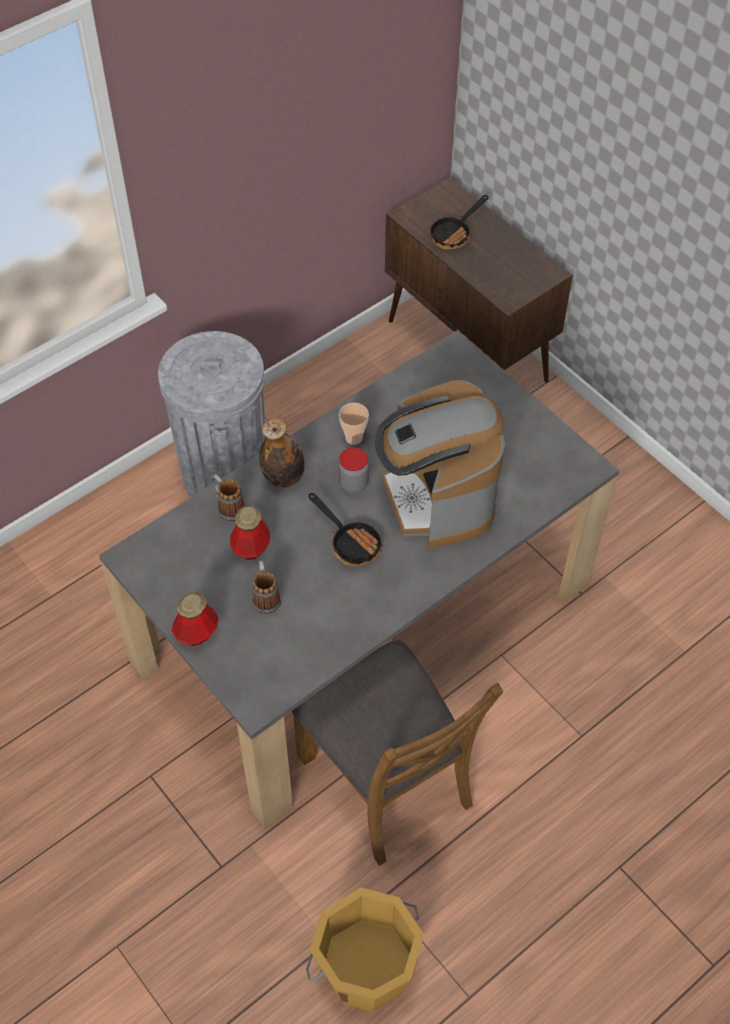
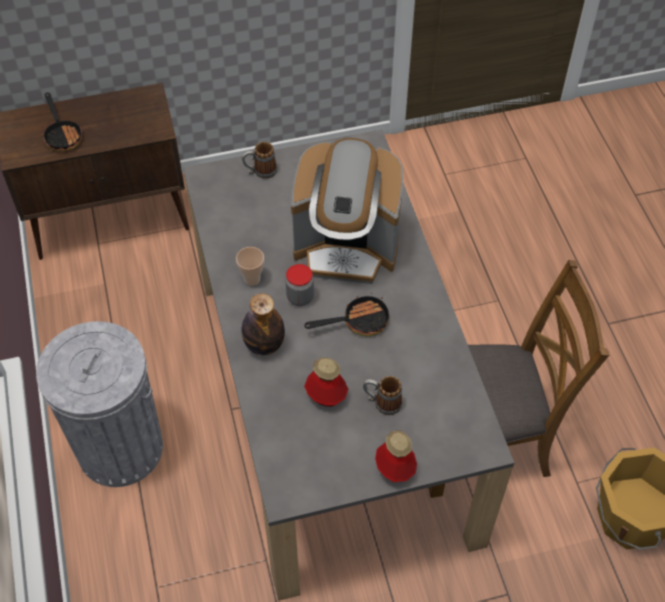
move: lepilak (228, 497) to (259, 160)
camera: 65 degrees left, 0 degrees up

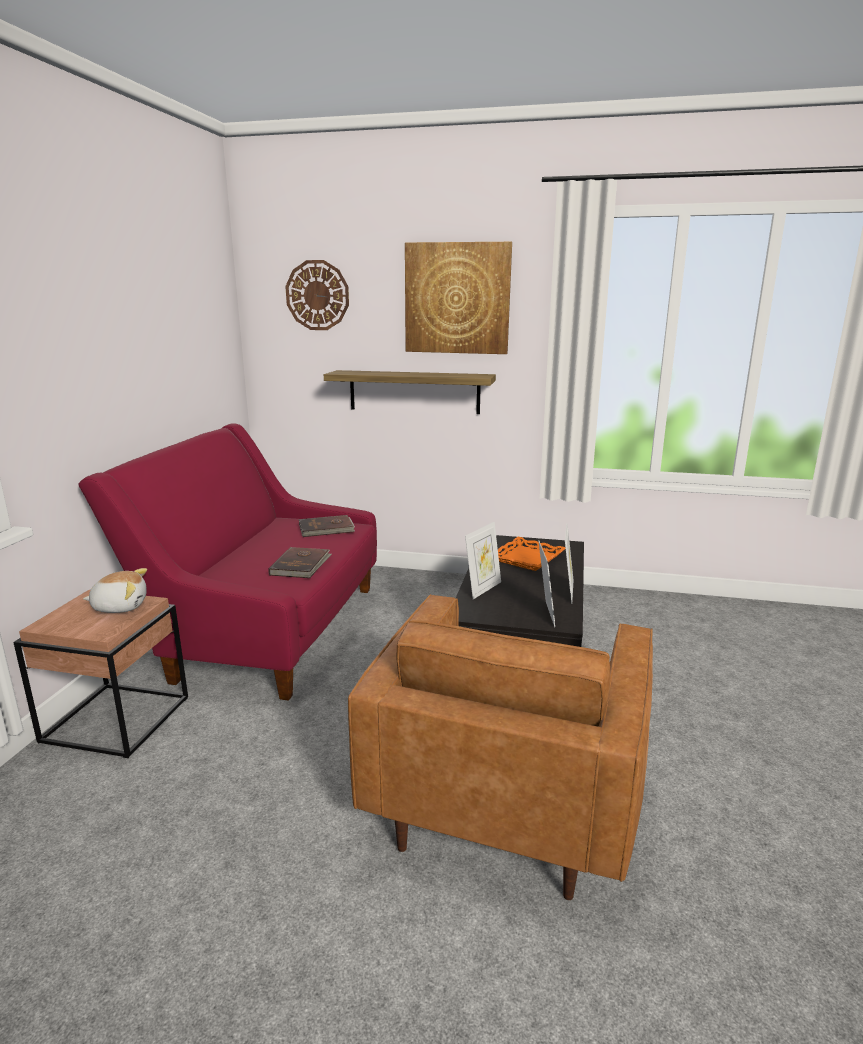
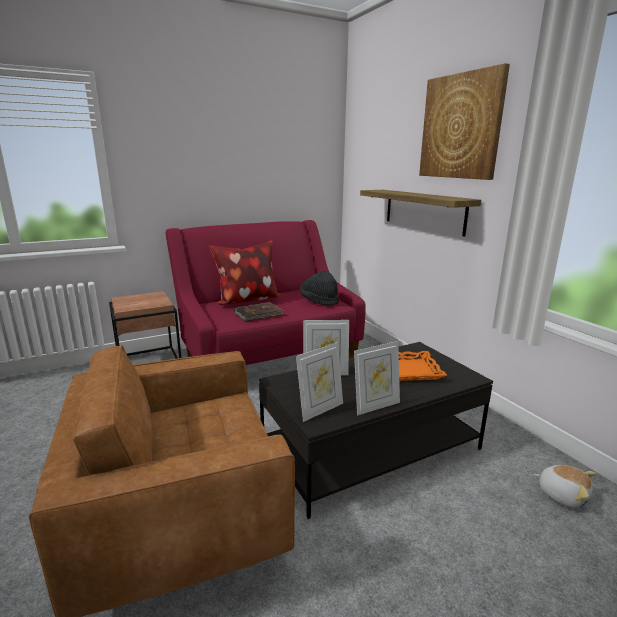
delete: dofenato (317, 295)
insert: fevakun (245, 272)
move: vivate (115, 590) to (564, 487)
replace: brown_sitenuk (327, 526) to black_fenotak (319, 288)
camera: 50 degrees right, 0 degrees up

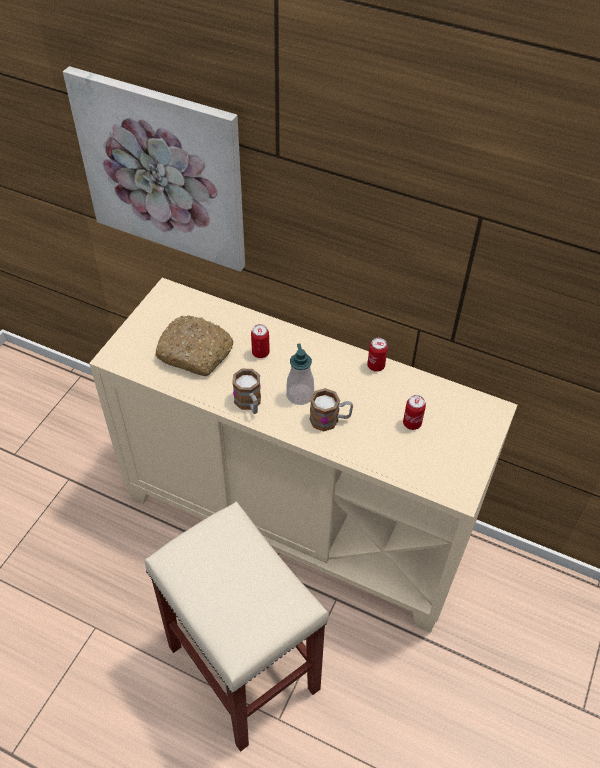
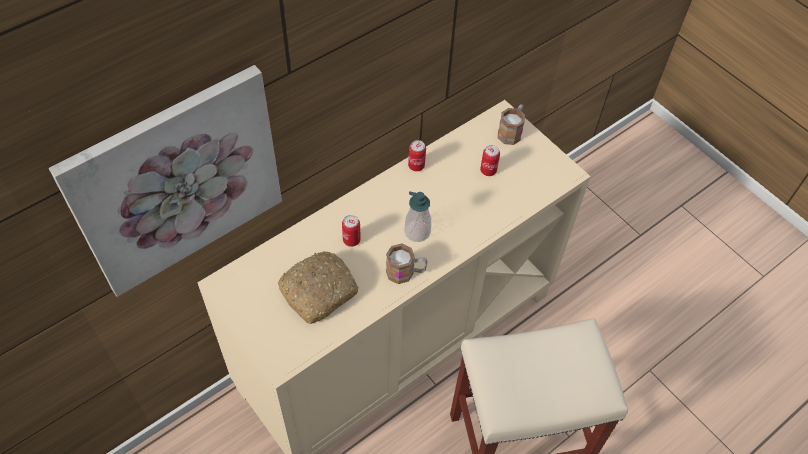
move: lepilak (331, 410) to (511, 124)
camera: 65 degrees left, 5 degrees up

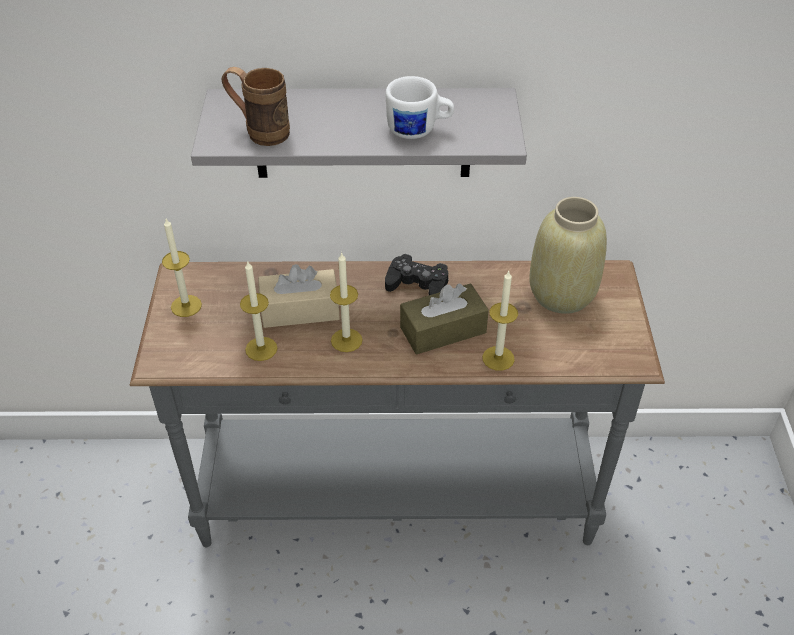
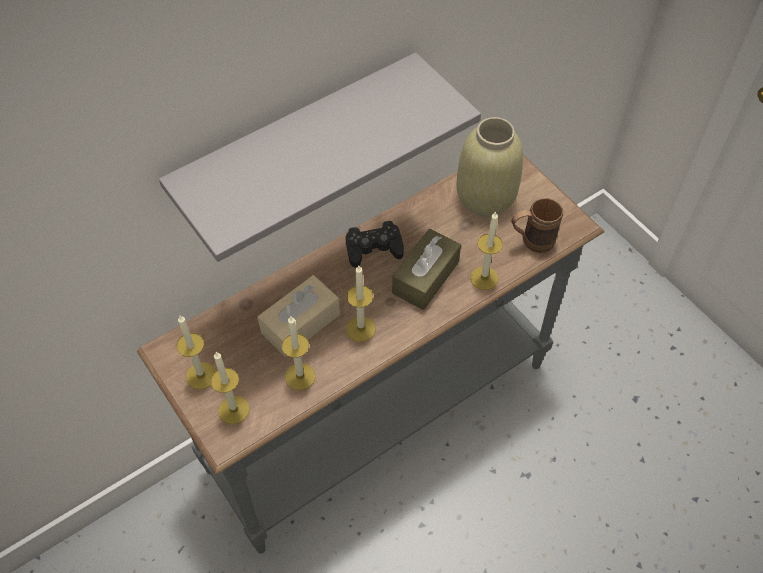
delete: white_lepilak (420, 107)
insert: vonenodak (230, 388)
move: brown_lepilak (255, 106) to (537, 225)
camera: 35 degrees left, 10 degrees up

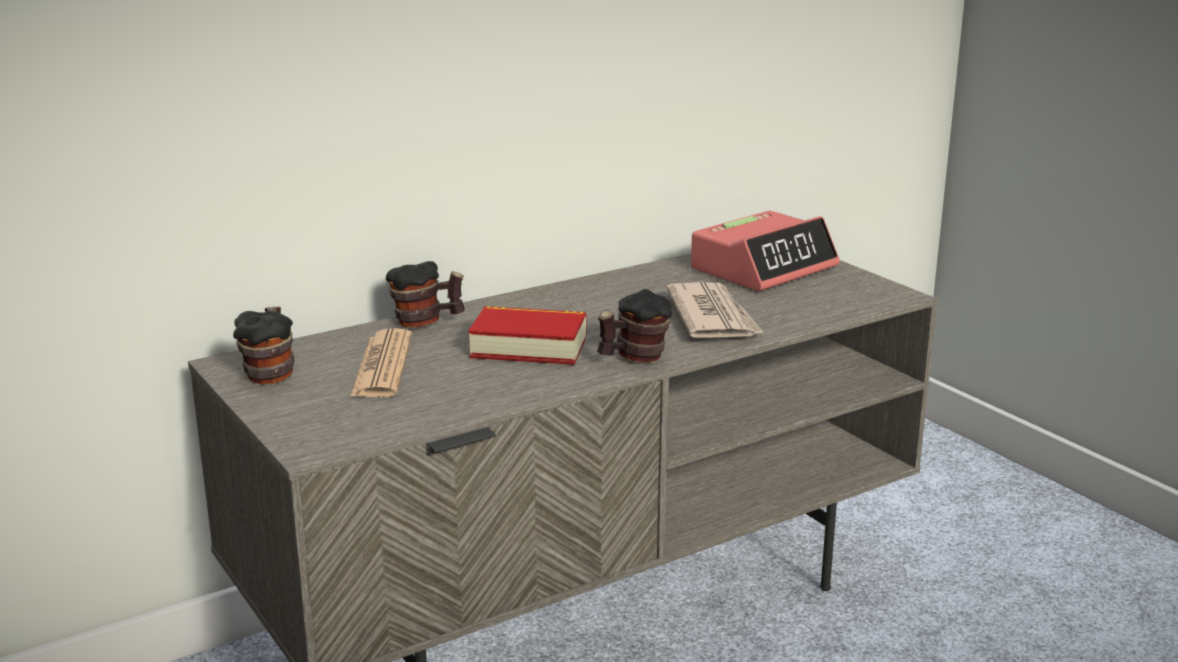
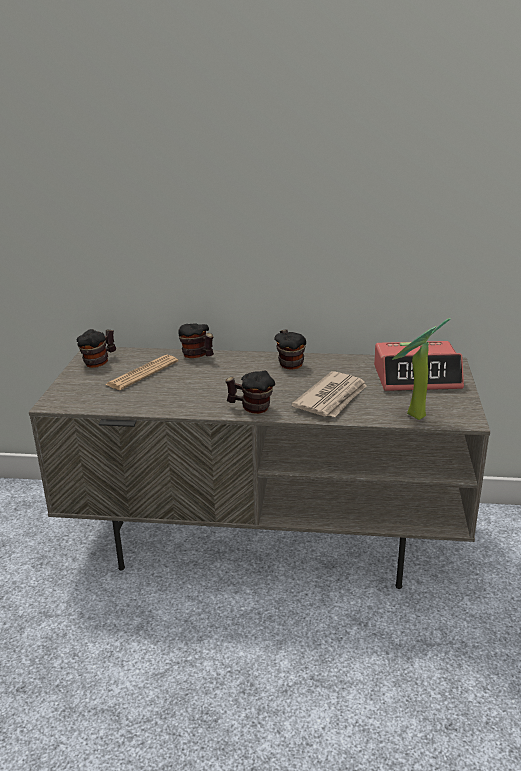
delete: sitenuk (527, 335)
insert: lepilak (290, 349); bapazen (421, 369)
camera: 40 degrees right, 5 degrees up

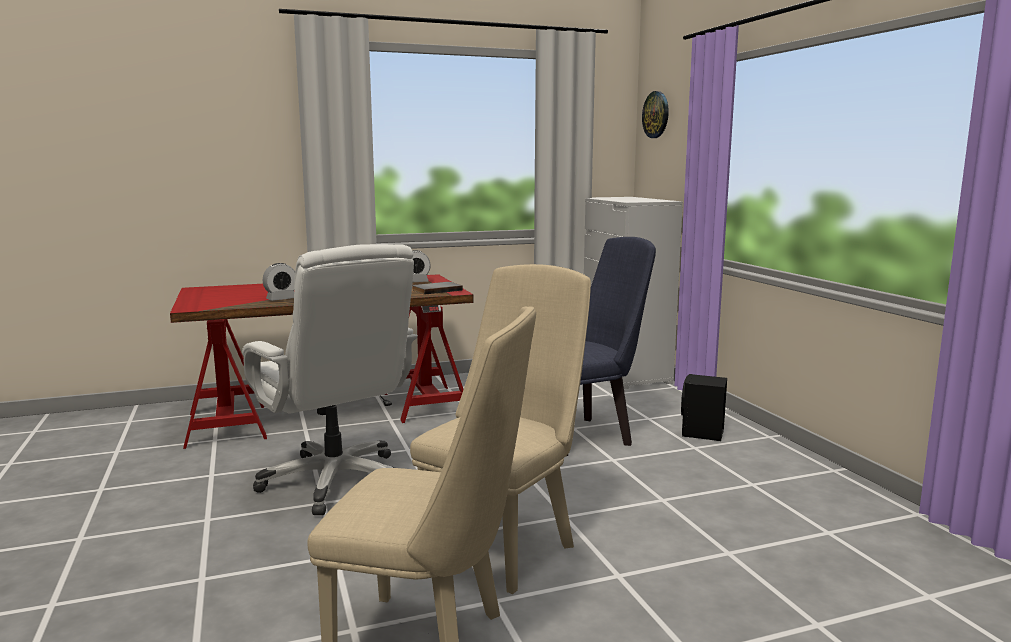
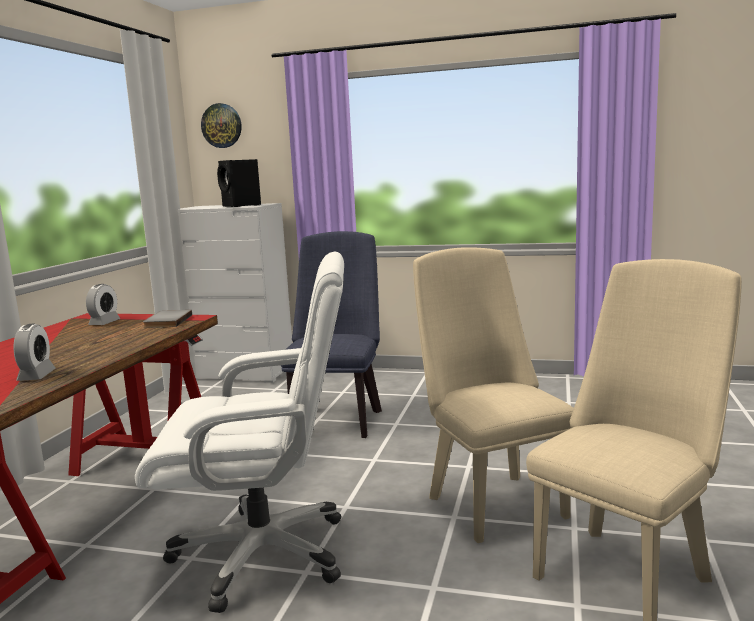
move: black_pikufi (704, 407) to (239, 183)
camera: 55 degrees left, 0 degrees up

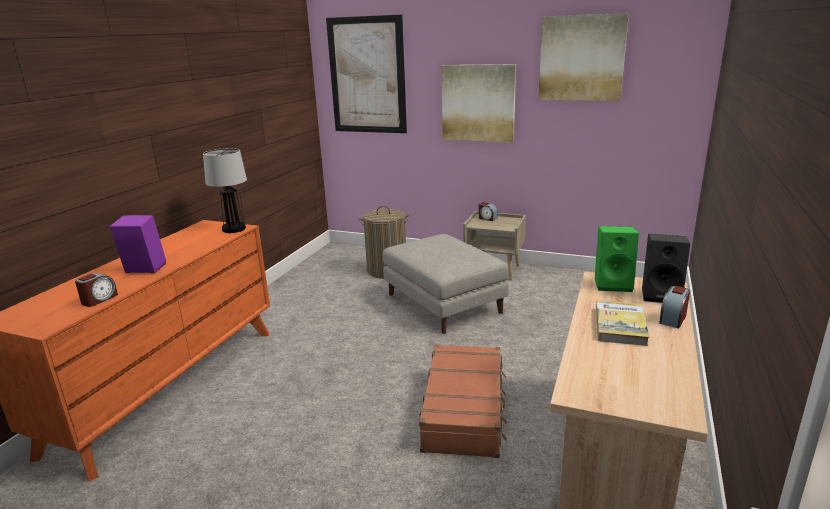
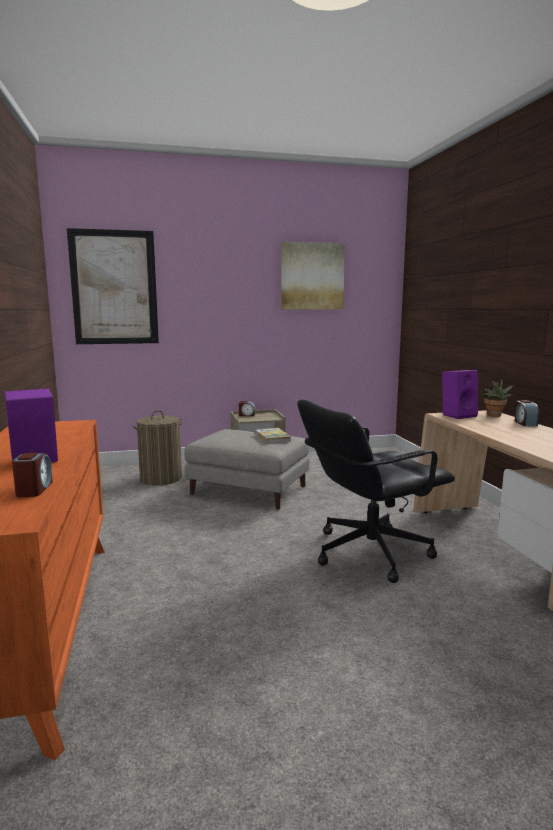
delete: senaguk (225, 190); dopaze (478, 103)
move: sitenuk (622, 323) to (273, 436)
replace: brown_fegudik (463, 401) to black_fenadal (376, 491); black_pikufi (666, 268) to bapazen (497, 398)
recolor: green_pikufi (617, 259) to purple_pikufi (460, 394)
camera: 35 degrees left, 10 degrees down

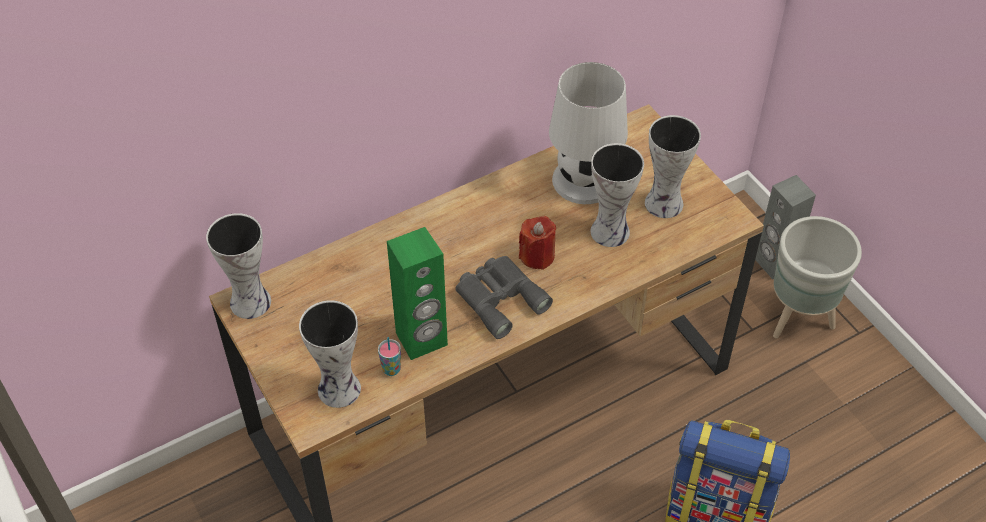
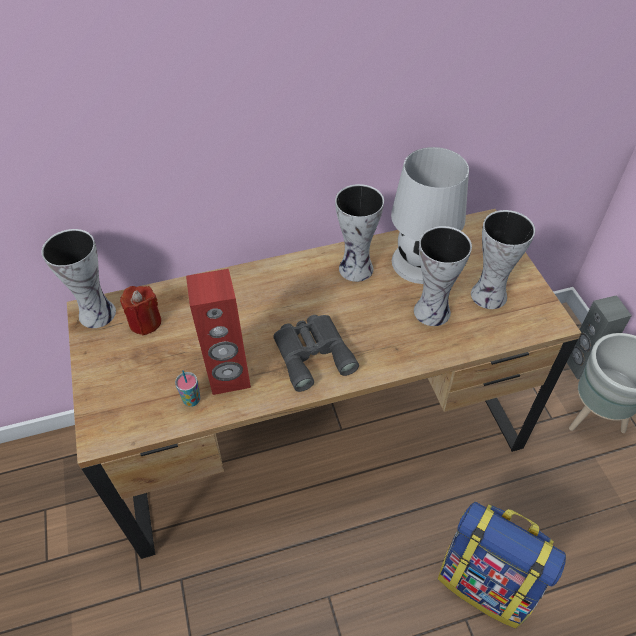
move: red_vonenodak (537, 243) to (140, 310); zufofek (330, 354) to (359, 233)
recolor: green_pikufi (417, 293) to red_pikufi (218, 332)
camera: 15 degrees right, 0 degrees up

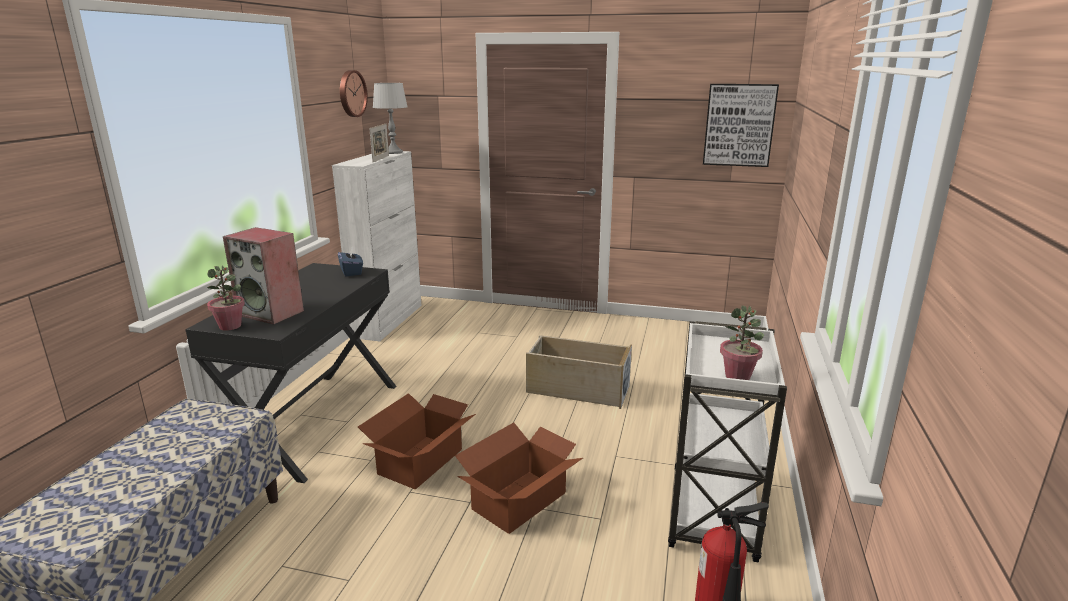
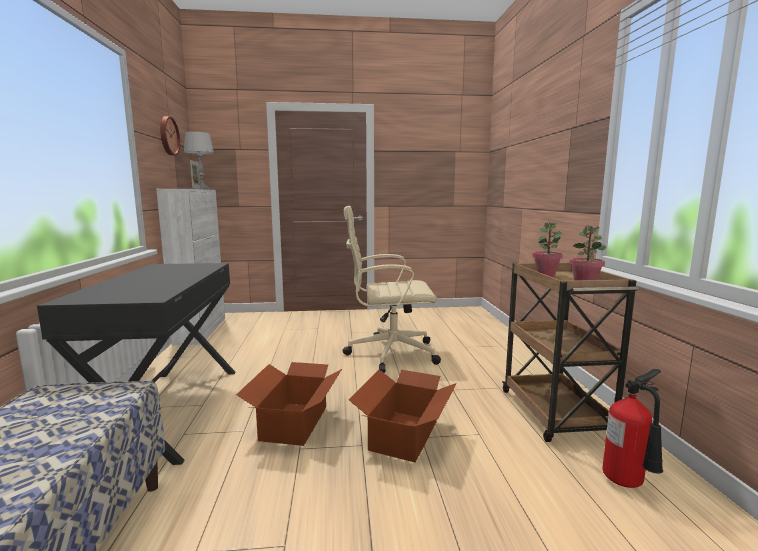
delete: pikufi (263, 275); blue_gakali (350, 261); dopaze (741, 125)
move: bapazen (226, 298) to (547, 249)
replace: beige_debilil (579, 372) to beige_fenadal (392, 289)
recolor: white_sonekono (727, 441) to brown_sonekono (570, 352)
camera: 20 degrees left, 10 degrees down

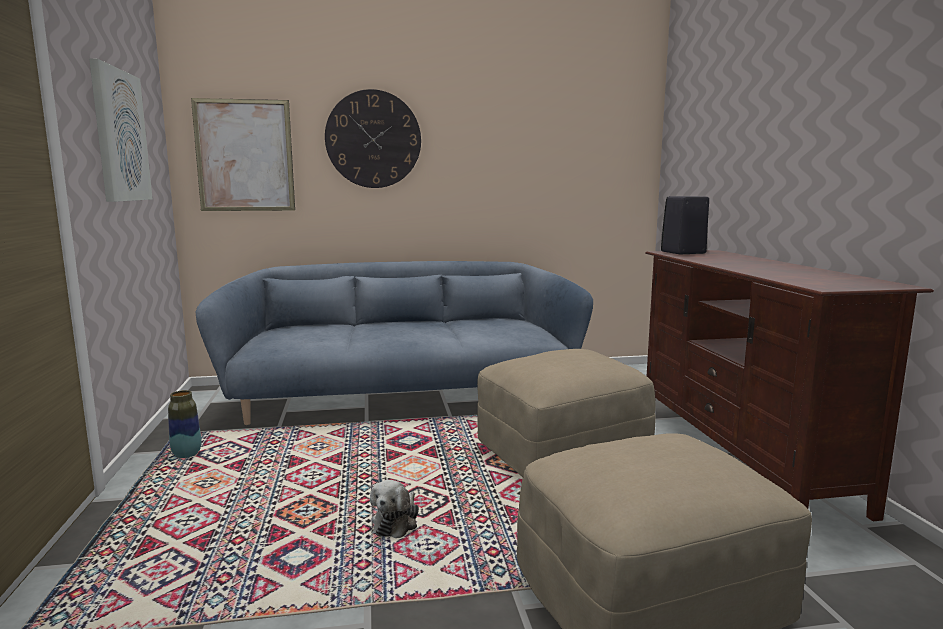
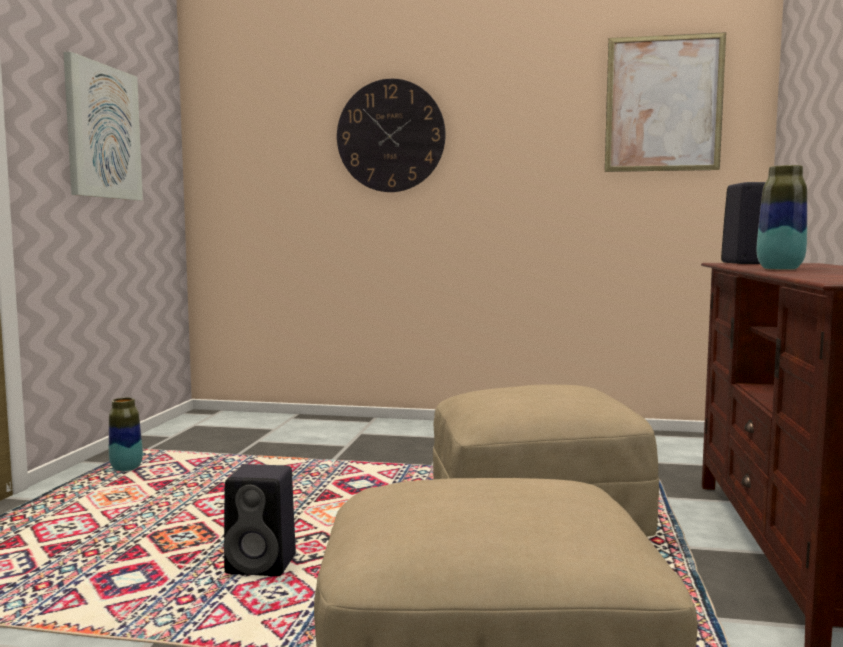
delete: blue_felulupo (394, 343)
insert: zufofek (782, 217)
move: dopaze (243, 154) to (665, 102)
replace: vivate (394, 509) to black_pikufi (260, 520)
camera: 20 degrees right, 5 degrees down

